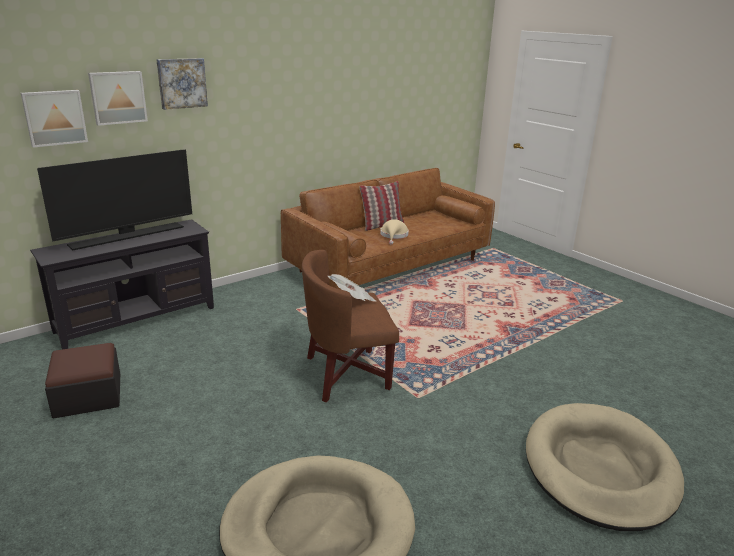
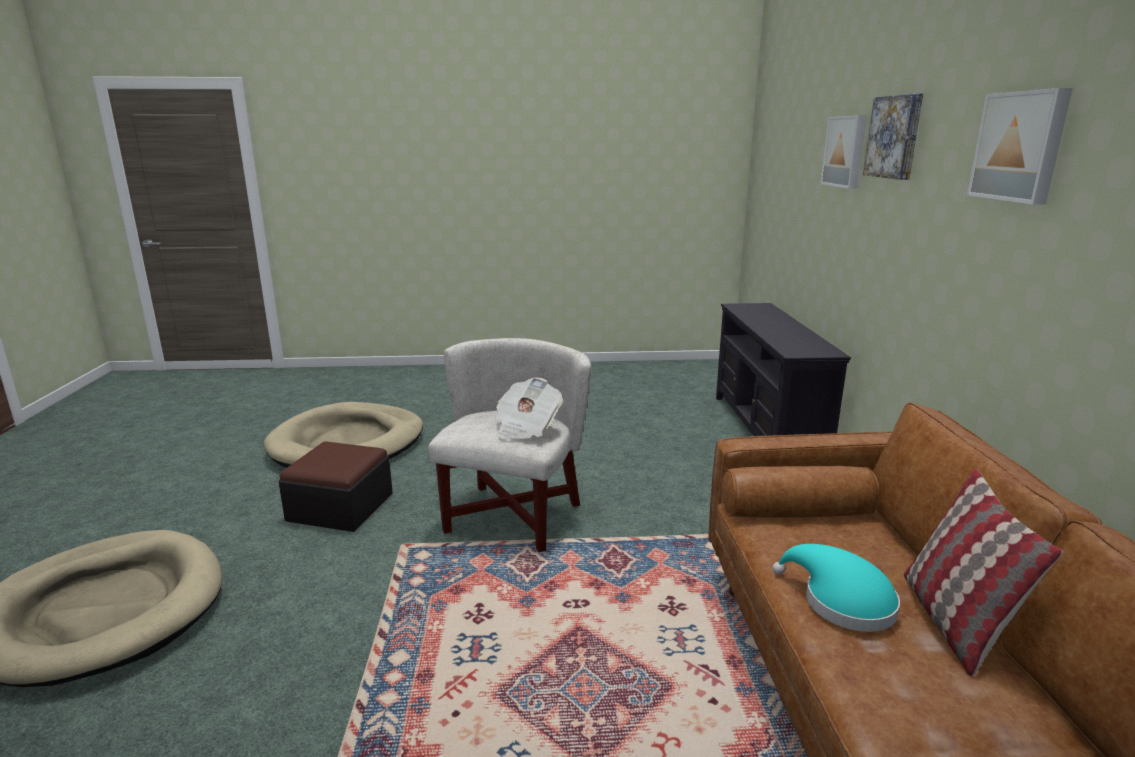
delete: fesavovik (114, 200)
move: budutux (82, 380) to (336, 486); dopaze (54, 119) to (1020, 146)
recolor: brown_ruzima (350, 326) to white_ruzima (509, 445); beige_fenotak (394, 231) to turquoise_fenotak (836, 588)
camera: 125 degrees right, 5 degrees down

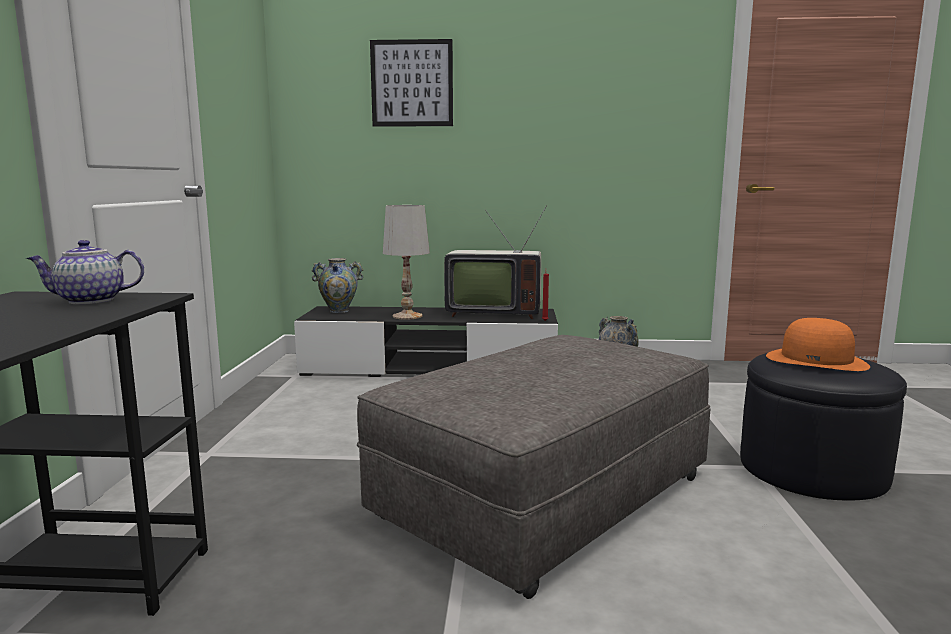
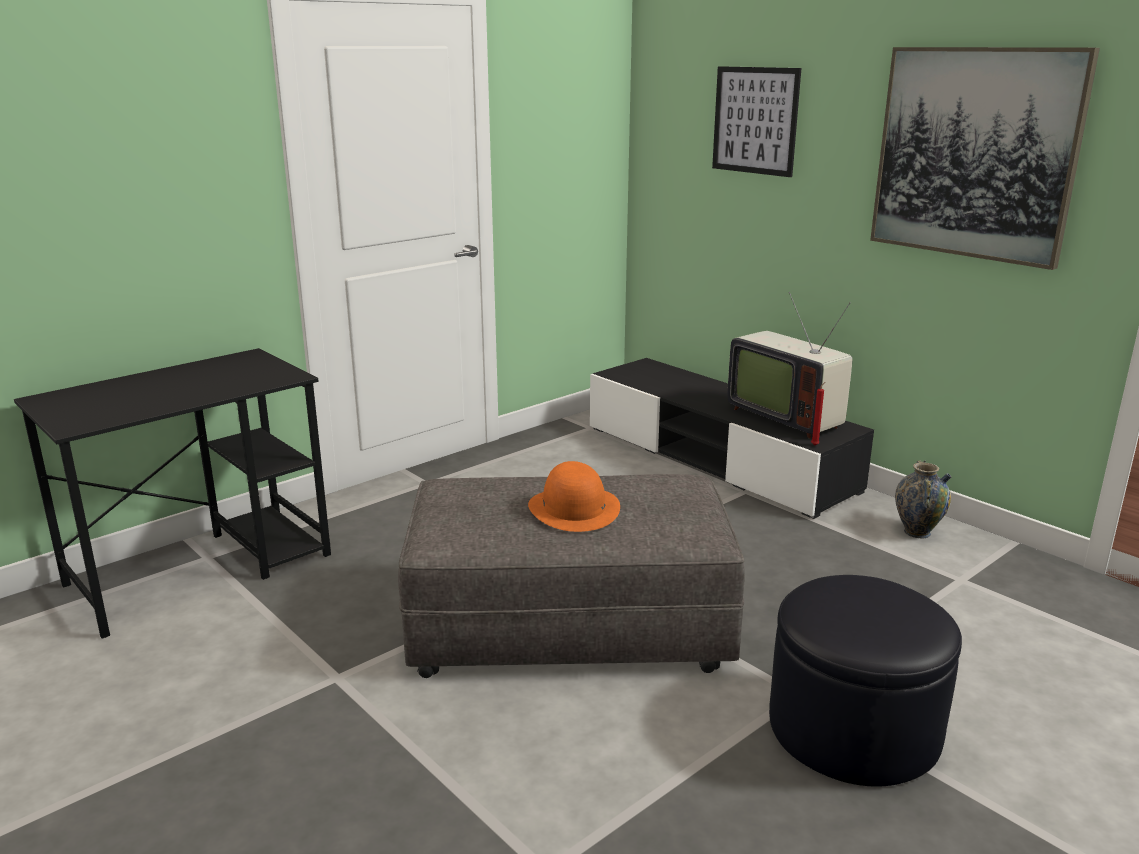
delete: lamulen (85, 272); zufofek (337, 285); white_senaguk (406, 262)
insert: dopaze (985, 158)
move: orange_fenotak (818, 344) to (574, 496)
camera: 45 degrees right, 10 degrees up

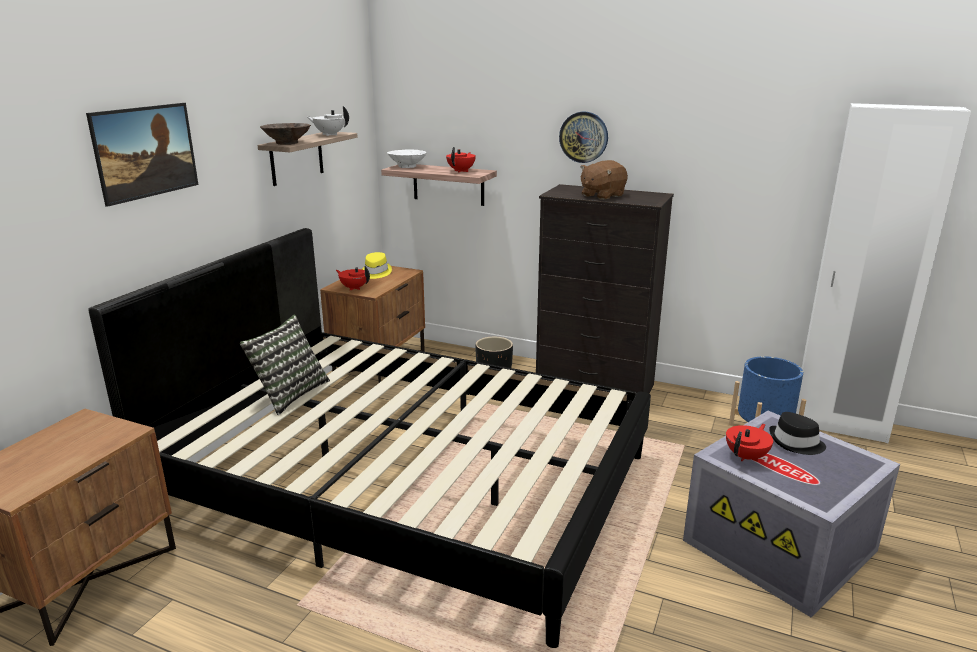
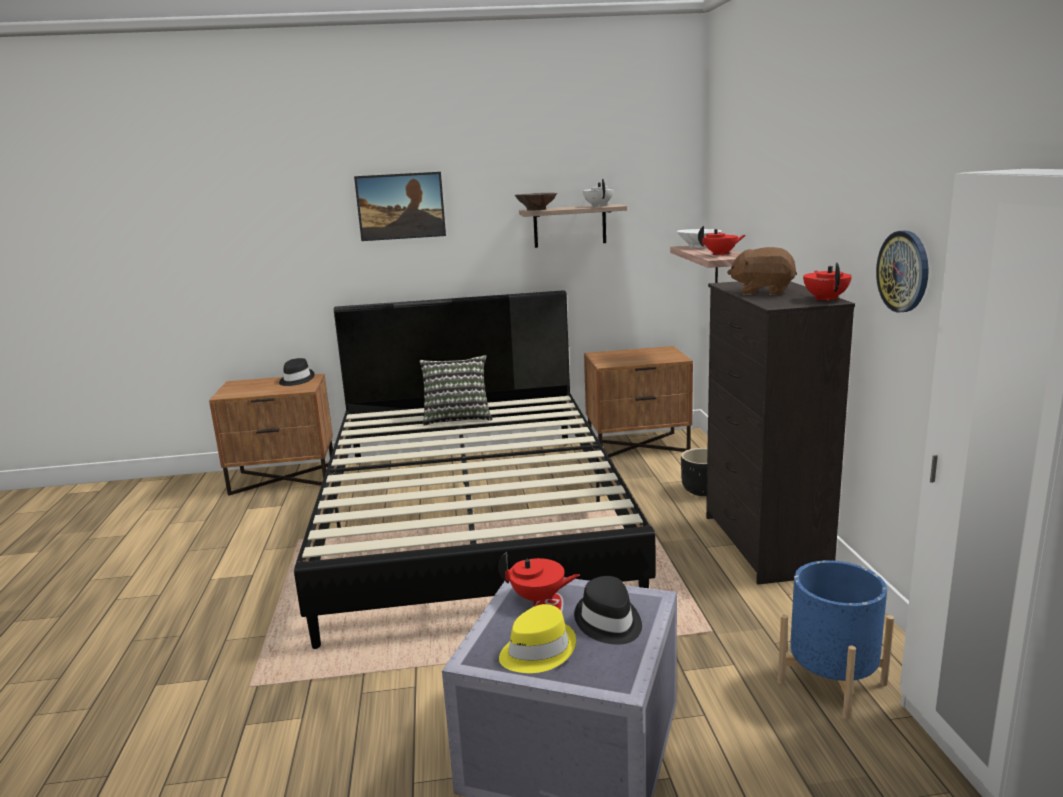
insert: black_fenotak (297, 372)
move: yellow_fenotak (377, 265) to (537, 638); red_lamulen (353, 278) to (827, 282); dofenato (583, 137) to (902, 271)
camera: 60 degrees right, 5 degrees down

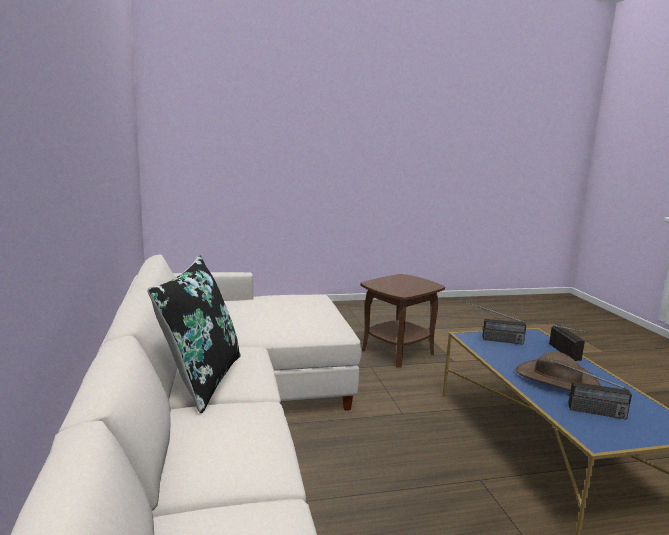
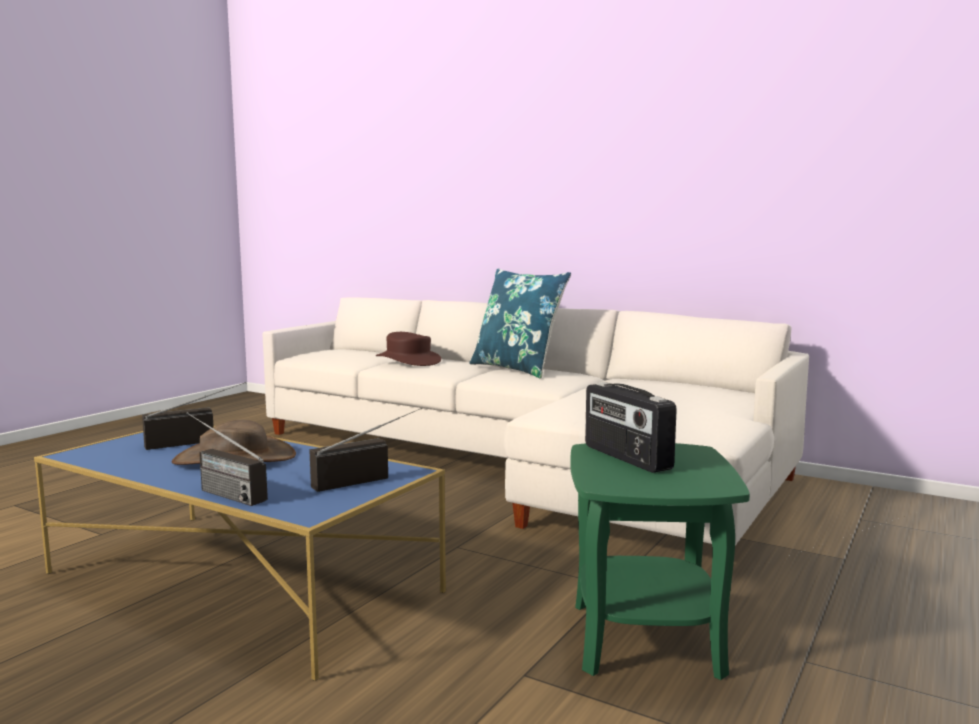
insert: brown_fenotak (408, 349); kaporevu (631, 427)
recolor: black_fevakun (194, 335) to blue_fevakun (520, 323); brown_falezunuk (402, 321) to green_falezunuk (660, 561)
camera: 135 degrees right, 5 degrees down

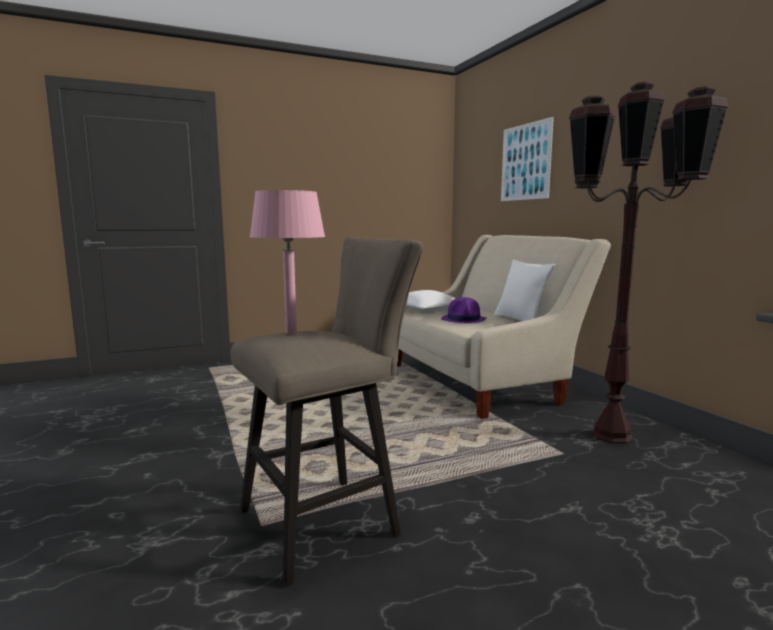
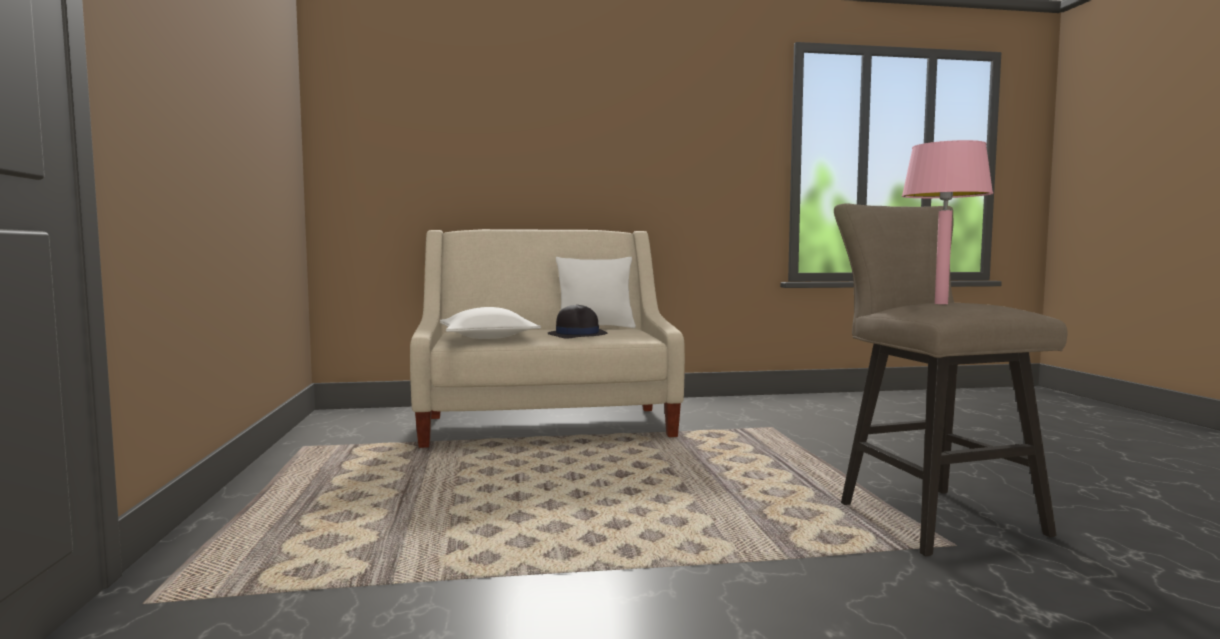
delete: dopaze (527, 159); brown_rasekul (648, 263)
recolor: purple_fenotak (464, 310) to black_fenotak (577, 322)
camera: 75 degrees left, 5 degrees down

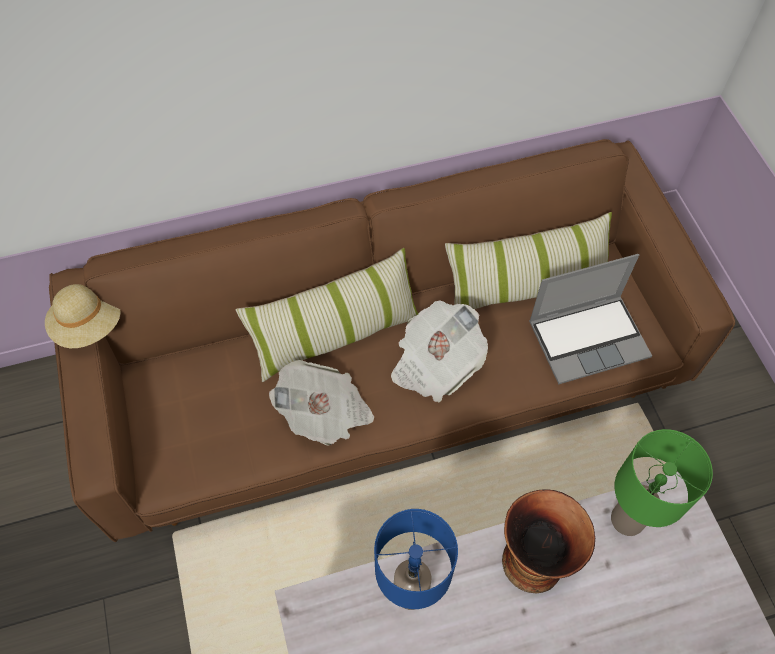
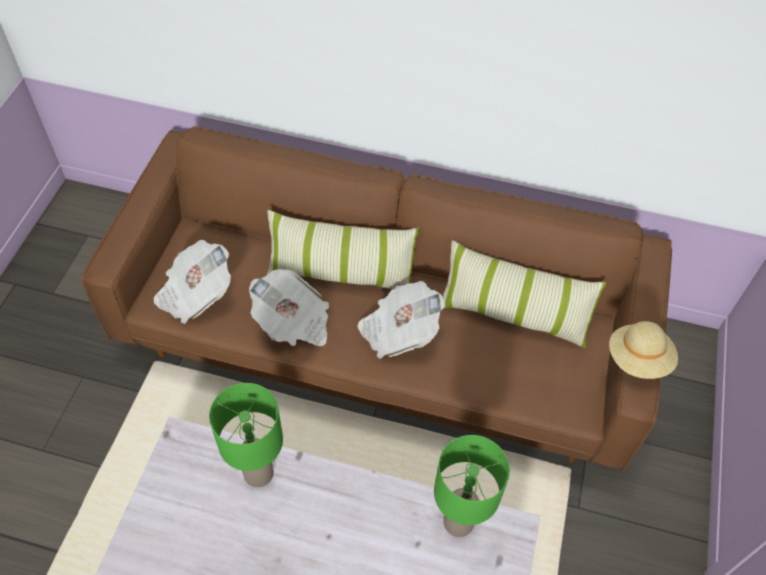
delete: zufofek (548, 541); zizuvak (590, 319)
insert: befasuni (192, 282)
move: beige_fenotak (82, 316) to (643, 350)
recolor: blue_senaguk (416, 559) to green_senaguk (246, 435)
camera: 30 degrees right, 5 degrees down

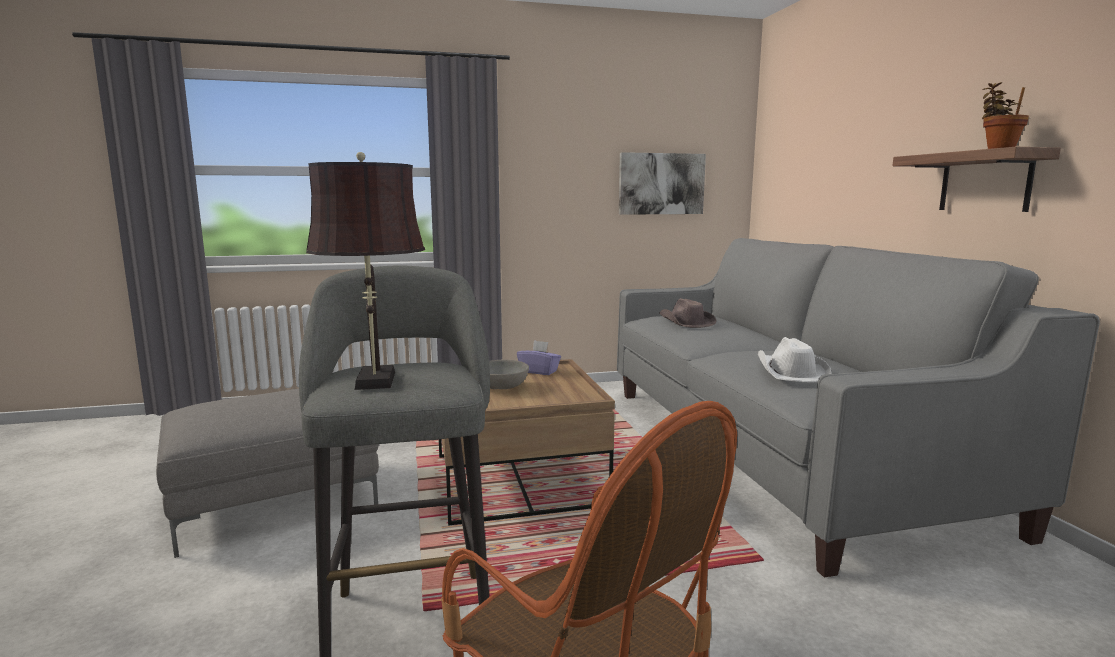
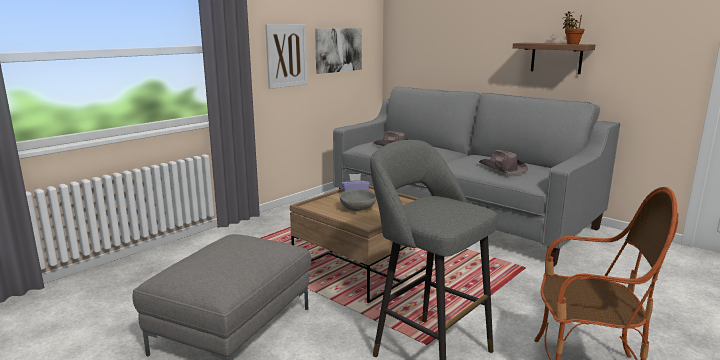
delete: brown_senaguk (365, 271)
insert: dopaze (286, 56)
recolor: white_fenotak (795, 359) to brown_fenotak (503, 162)
camera: 35 degrees left, 5 degrees up

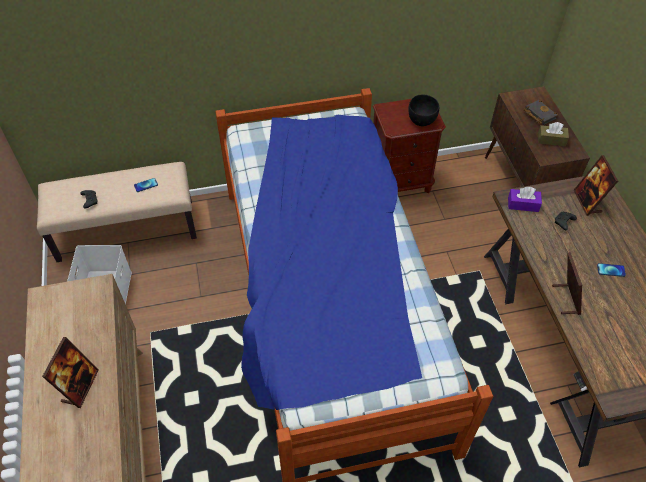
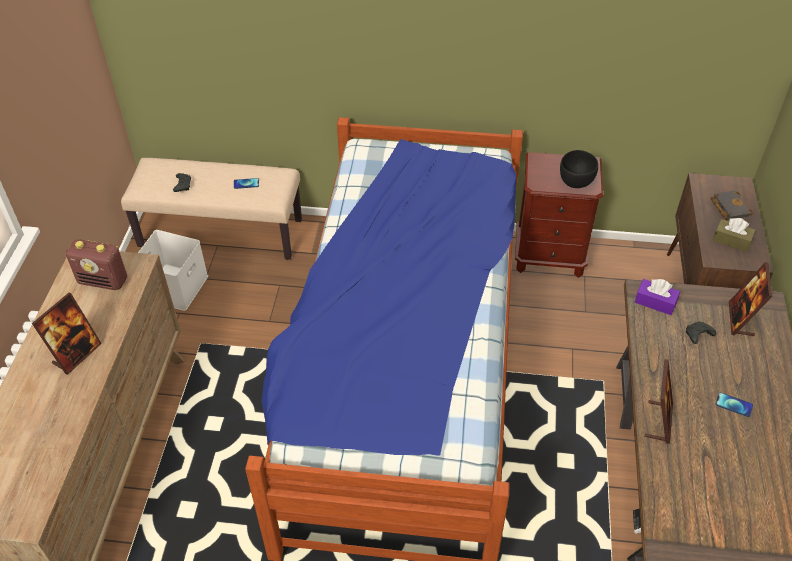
insert: kaporevu (96, 264)
camera: 20 degrees right, 5 degrees down

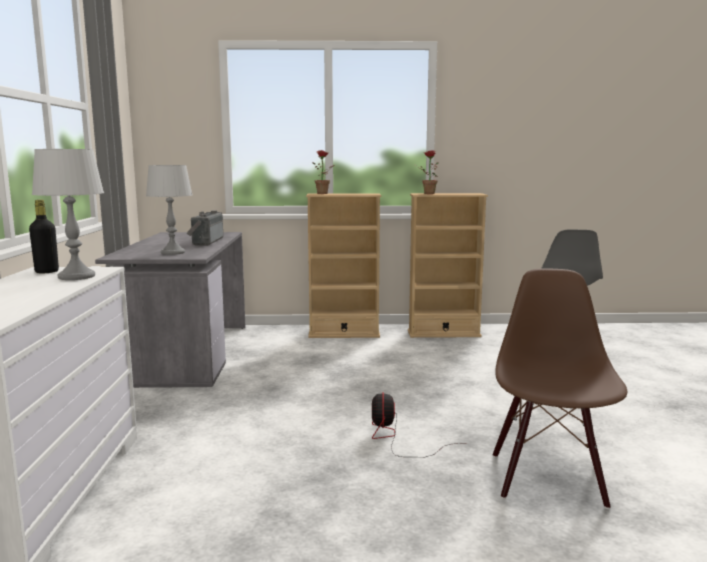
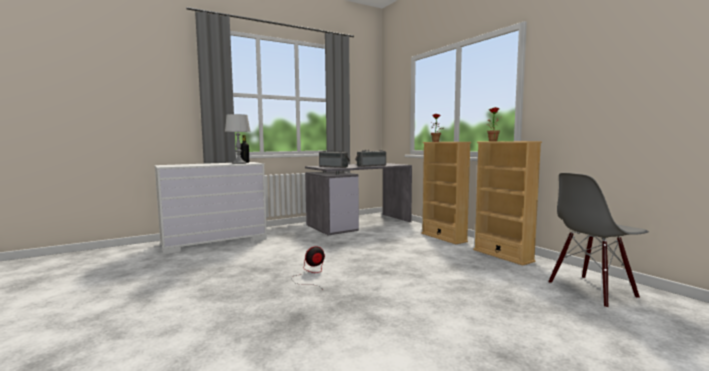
delete: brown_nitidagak (560, 389)
replace: grey_senaguk (169, 210) to kaporevu (334, 159)
camera: 60 degrees right, 5 degrees down

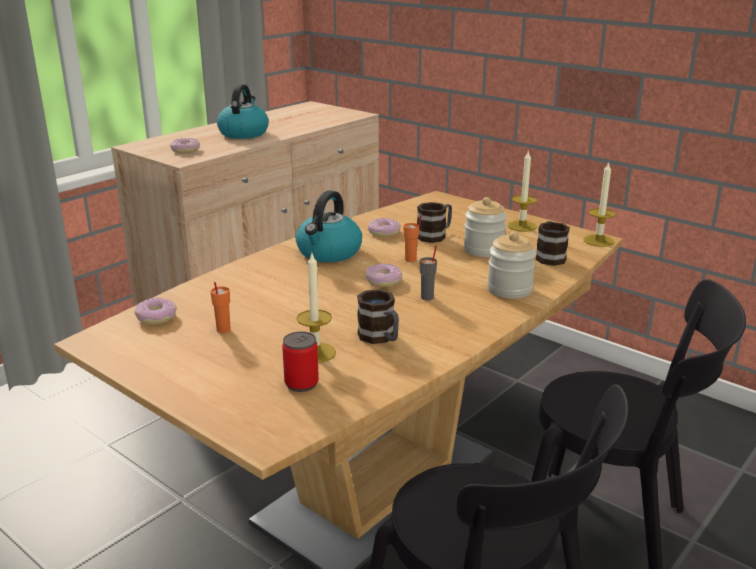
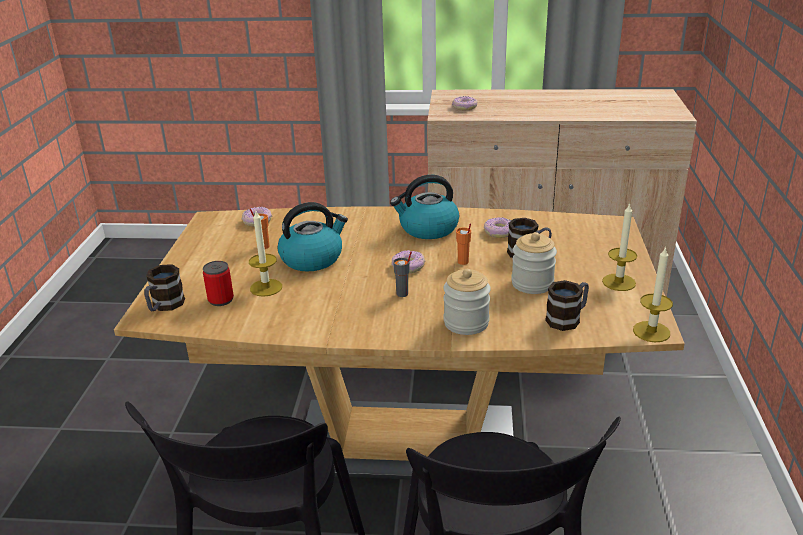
move: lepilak (378, 316) to (164, 287); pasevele (243, 111) to (313, 236)
camera: 55 degrees right, 5 degrees up

